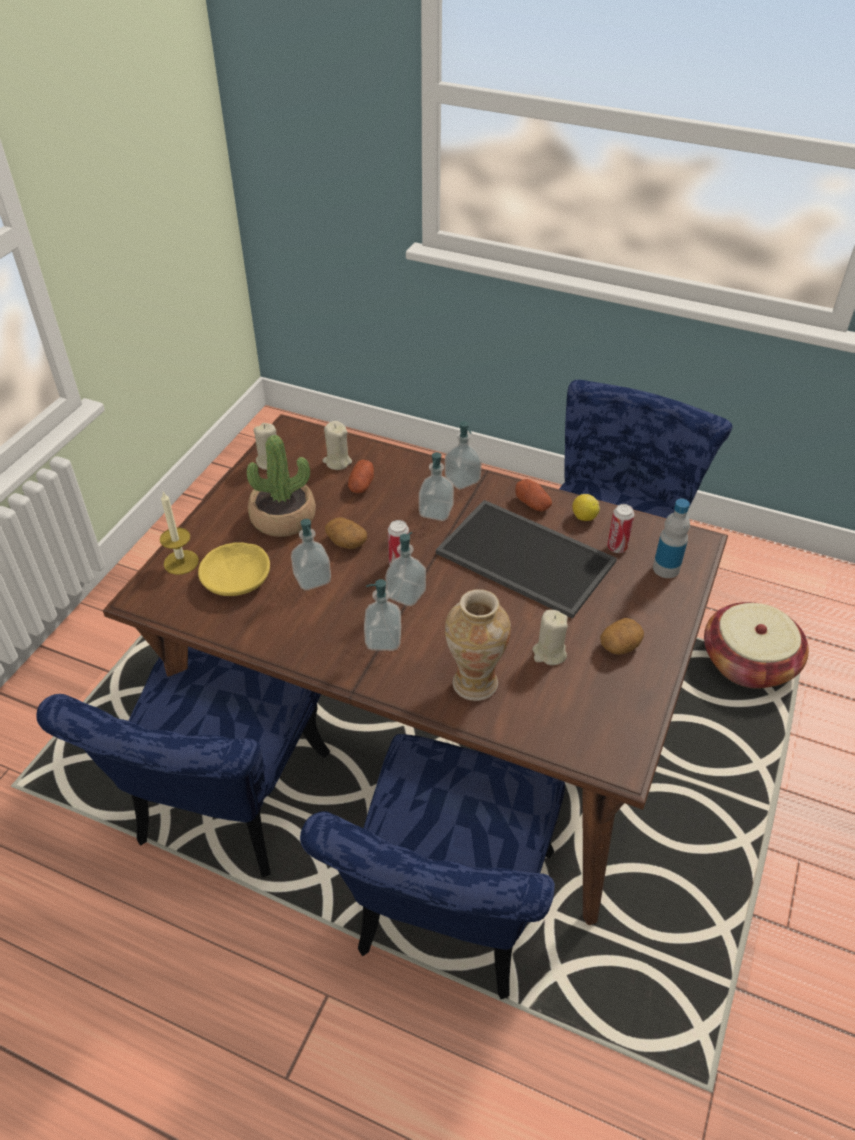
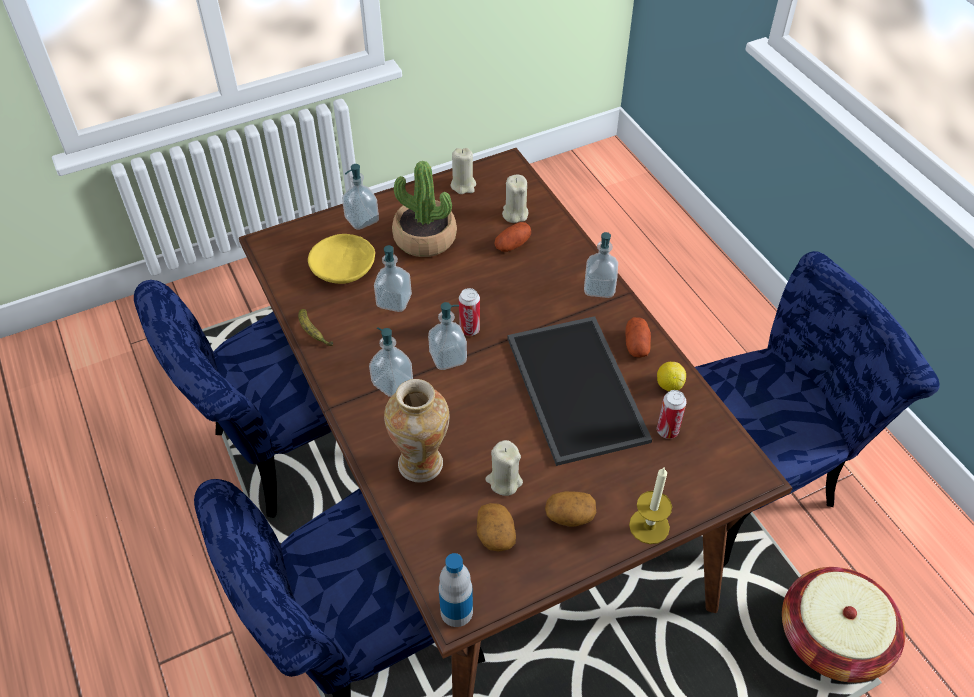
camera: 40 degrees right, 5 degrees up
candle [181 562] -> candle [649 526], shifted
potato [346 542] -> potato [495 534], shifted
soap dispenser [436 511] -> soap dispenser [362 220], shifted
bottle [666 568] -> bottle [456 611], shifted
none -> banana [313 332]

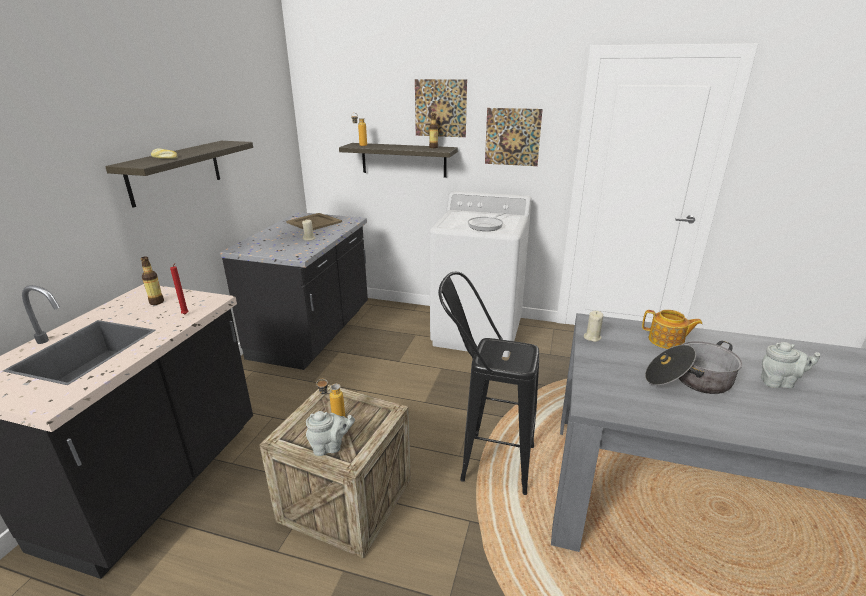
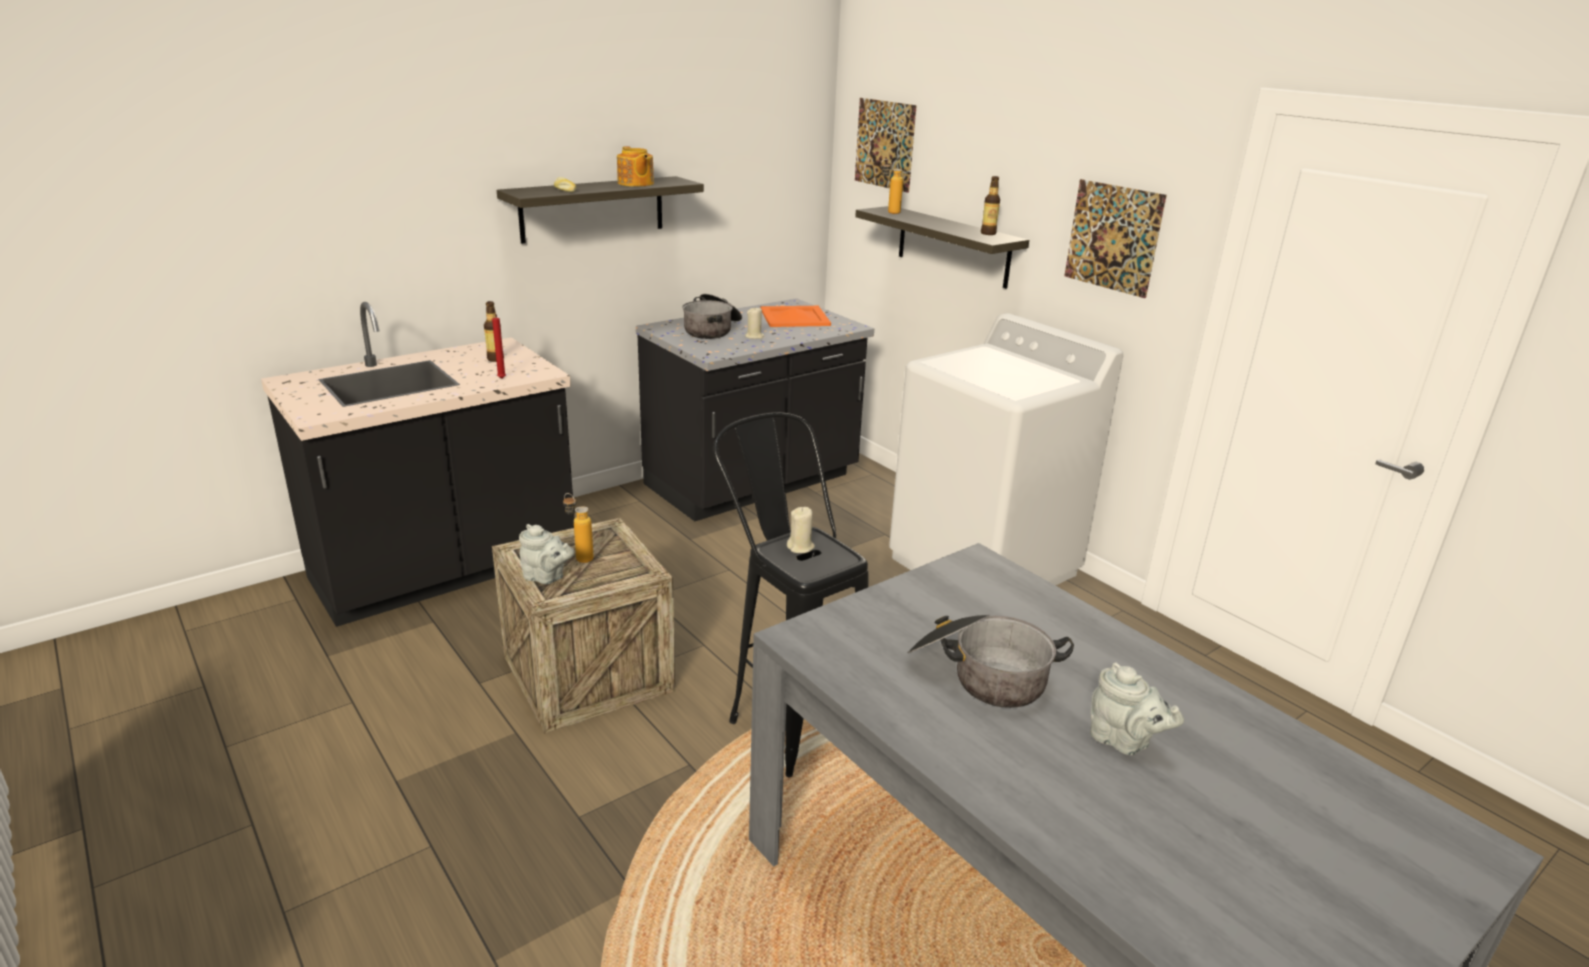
camera: 35 degrees right, 0 degrees up
tray in beige [313 222] -> tray in orange [794 317]
picture [440 108] -> picture [884 144], shifted
frying pan [486 226] -> none
candle in beige [592 337] -> candle in beige [800 547], shifted
teapot [667 341] -> teapot [635 183], shifted
none -> cooking pot [712 329]

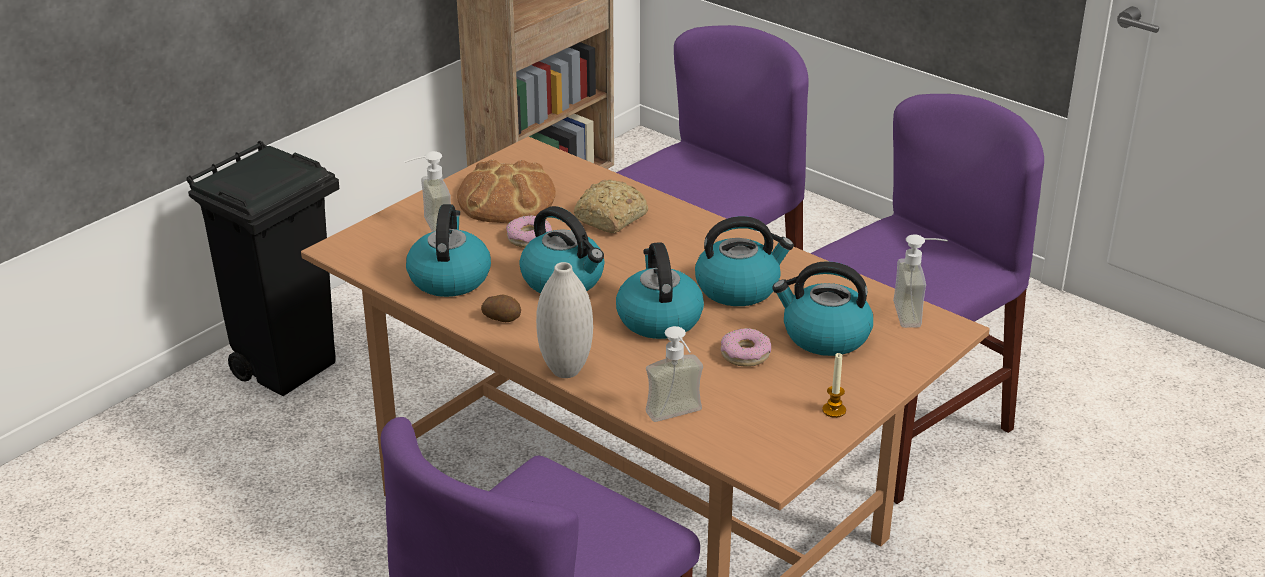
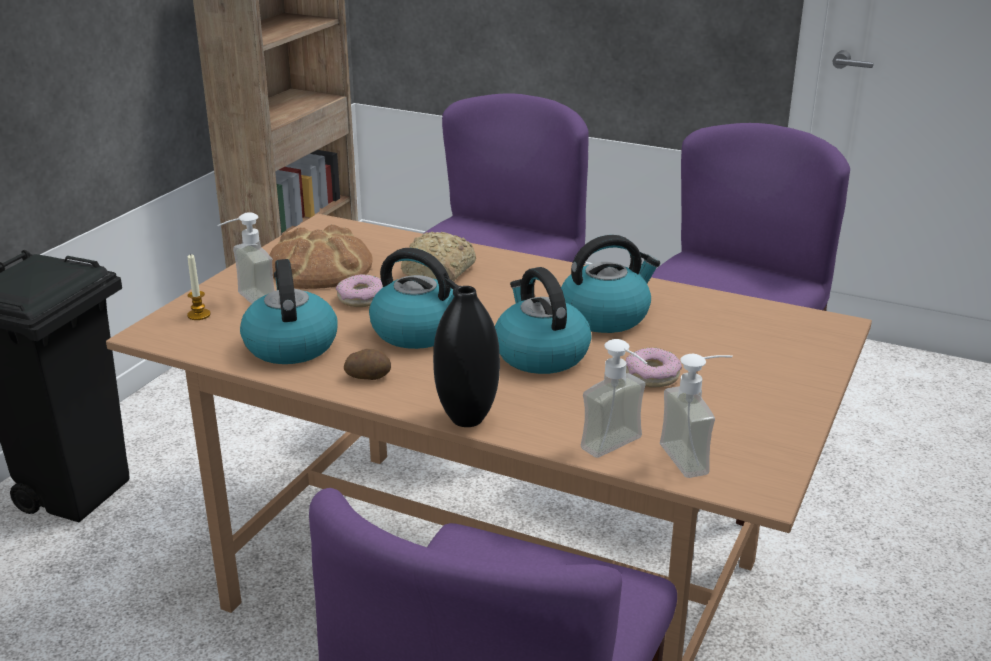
camera: 15 degrees left, 5 degrees down
vase in white [566 370] -> vase in black [467 419]
kettle [824 336] -> none
candle [834 410] -> candle [199 315], shifted
soap dispenser [917 314] -> soap dispenser [696 457], shifted

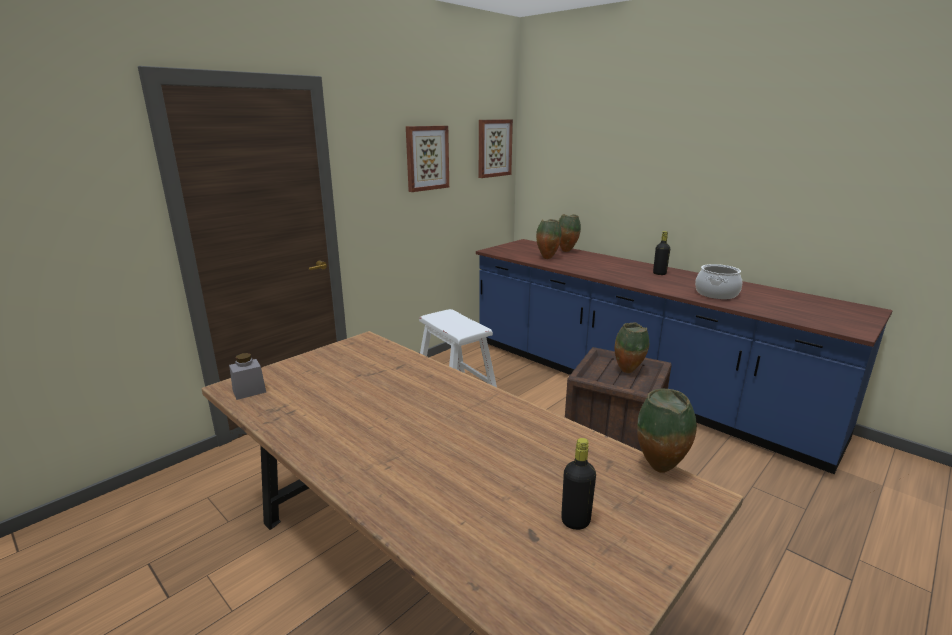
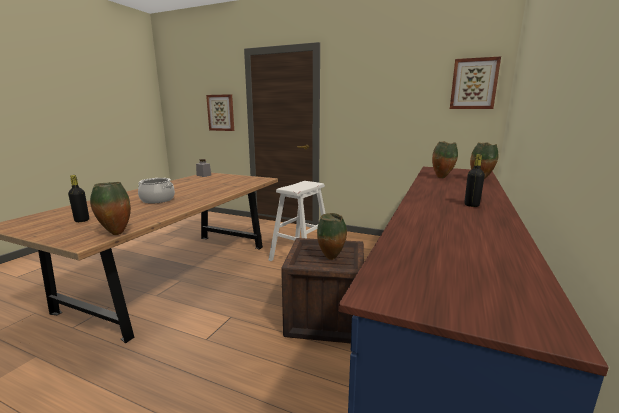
camera: 70 degrees right, 5 degrees down
picture [426 158] -> picture [221 112], shifted
cooking pot [716 294] -> cooking pot [157 200], shifted

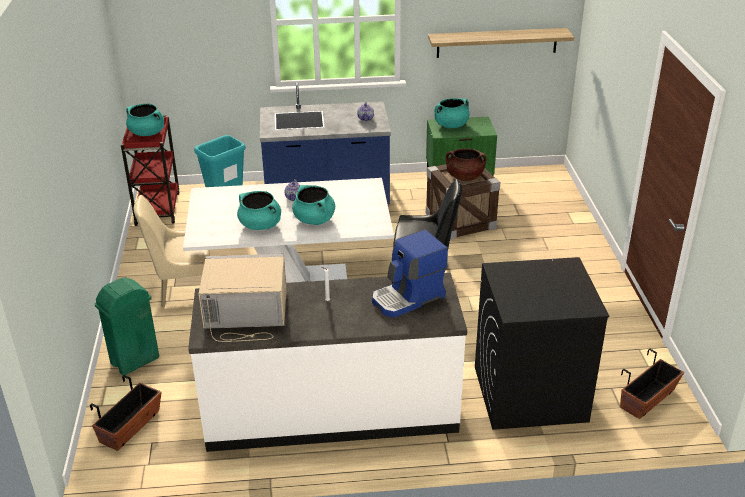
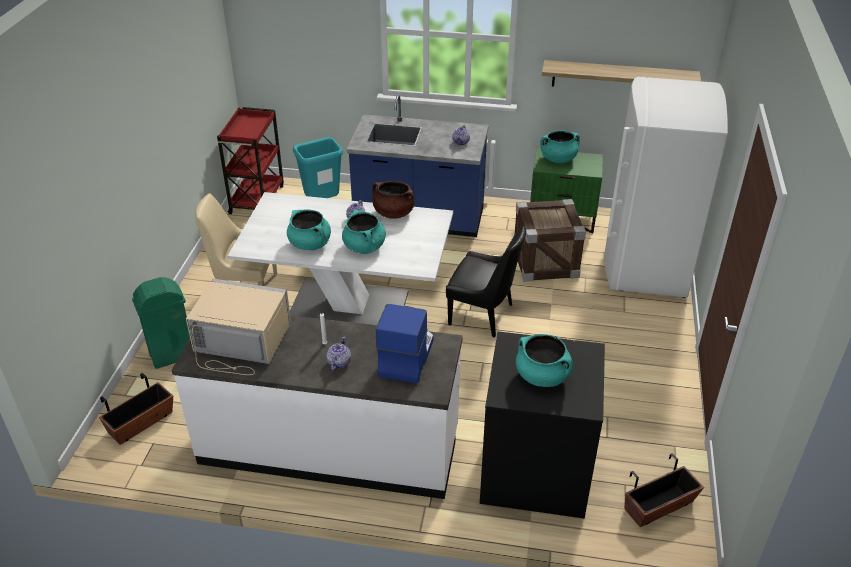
camera: 15 degrees right, 5 degrees up
cooking pot in turquoise [147 133] -> cooking pot in turquoise [542 376], shifted
coffee machine [408 298] -> coffee machine [405 357], 120 degrees clockwise
cooking pot in brown [464 177] -> cooking pot in brown [393 213], shifted
none -> teapot [338 362]
none -> fridge in white [645 266]

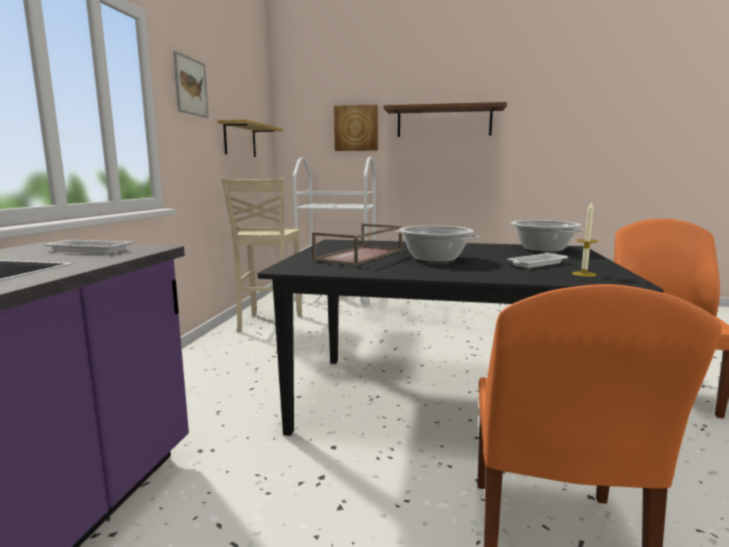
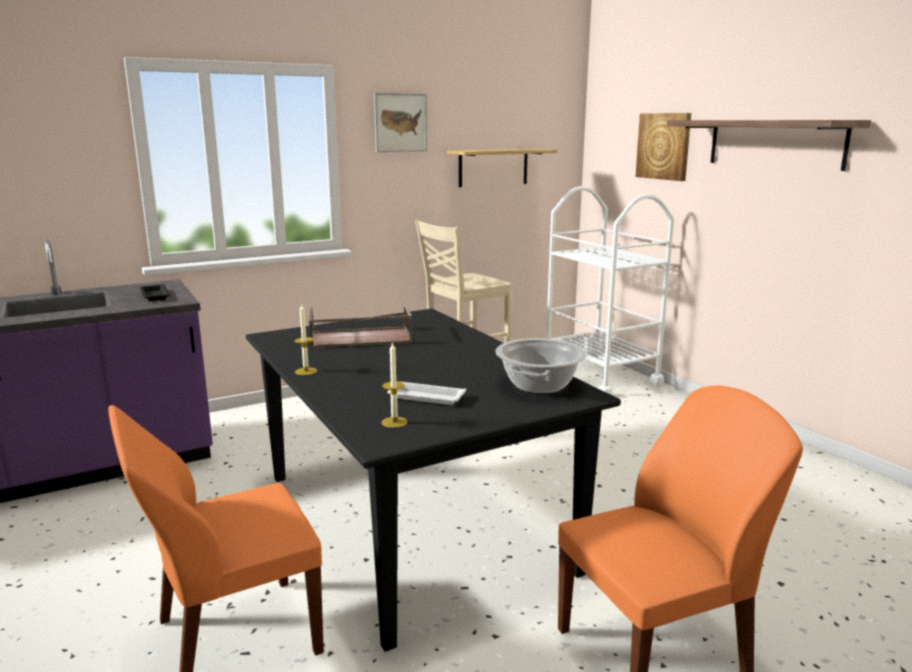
camera: 50 degrees right, 5 degrees up
tray in white [89 250] -> tray in black [155 295]
cooking pot [434 258] -> none
none -> candle [306 371]

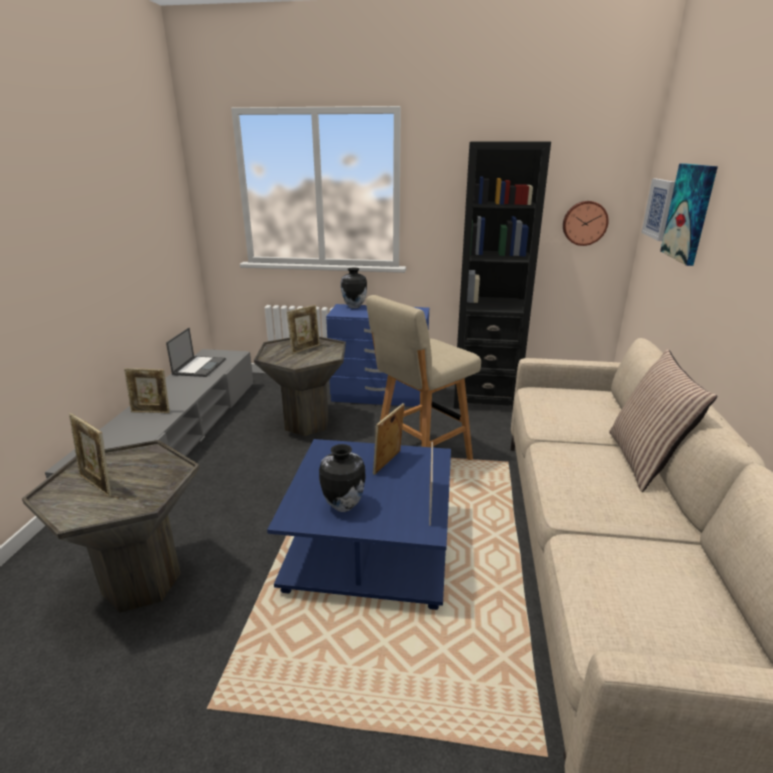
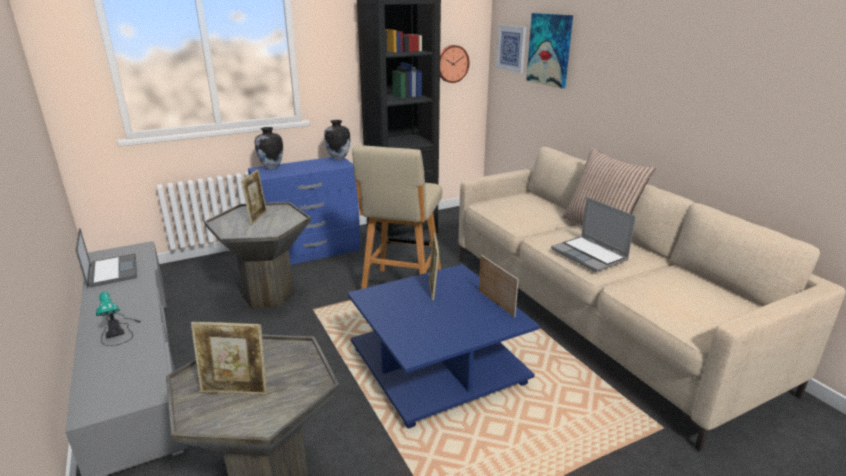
camera: 35 degrees left, 0 degrees up
picture frame [151 411] -> table lamp [118 329]
vase [343 506] -> vase [338 158], shifted
none -> laptop [590 255]

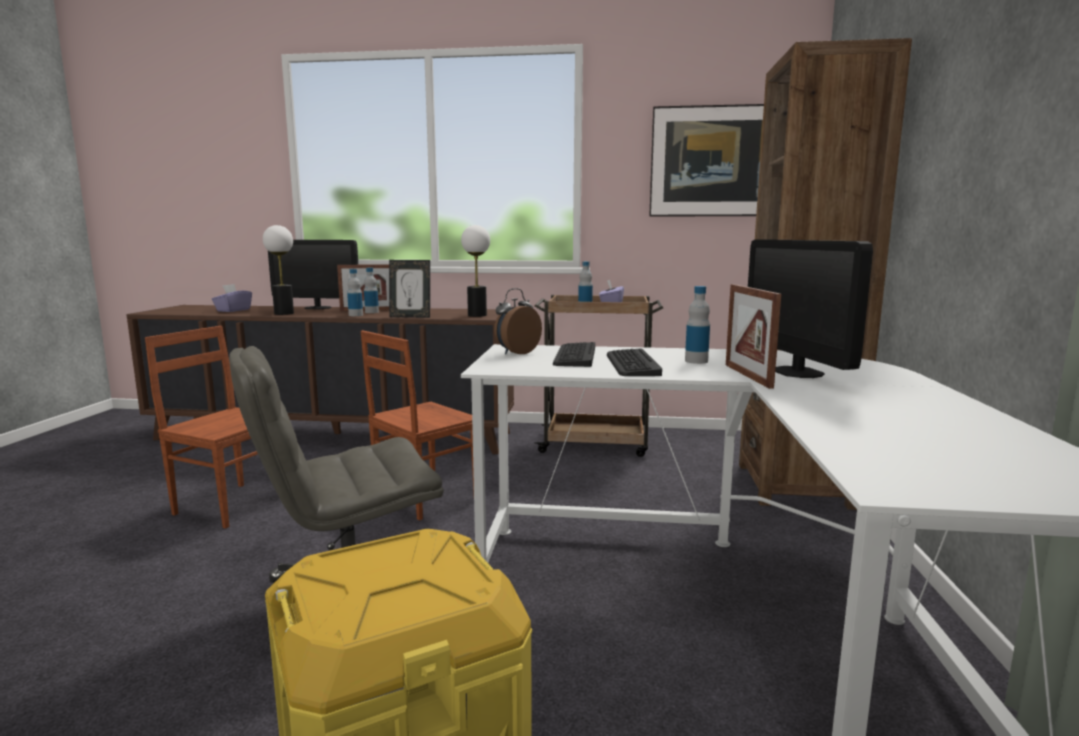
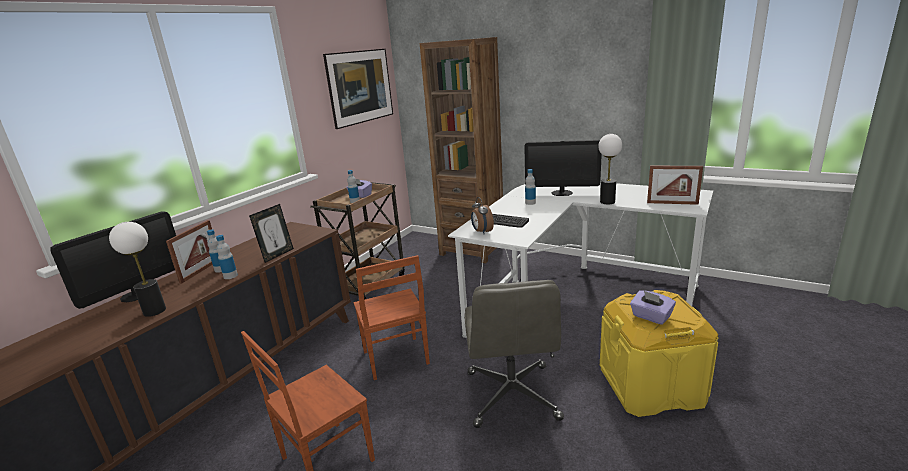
camera: 65 degrees left, 10 degrees up
tissue box in purple [233 310] -> tissue box in purple [651 317], shifted
table lamp [477 315] -> table lamp [607 202], shifted
keyboard [631 364] -> none
picture frame [747 375] -> picture frame [672 203], shifted

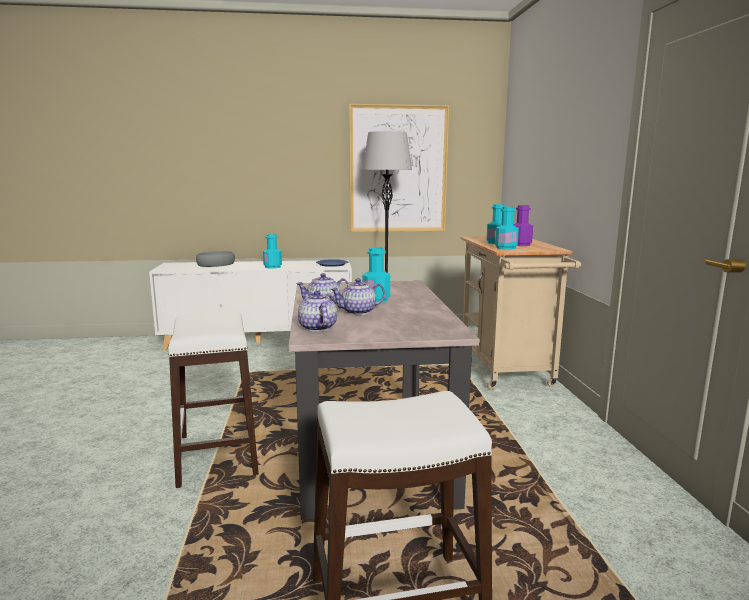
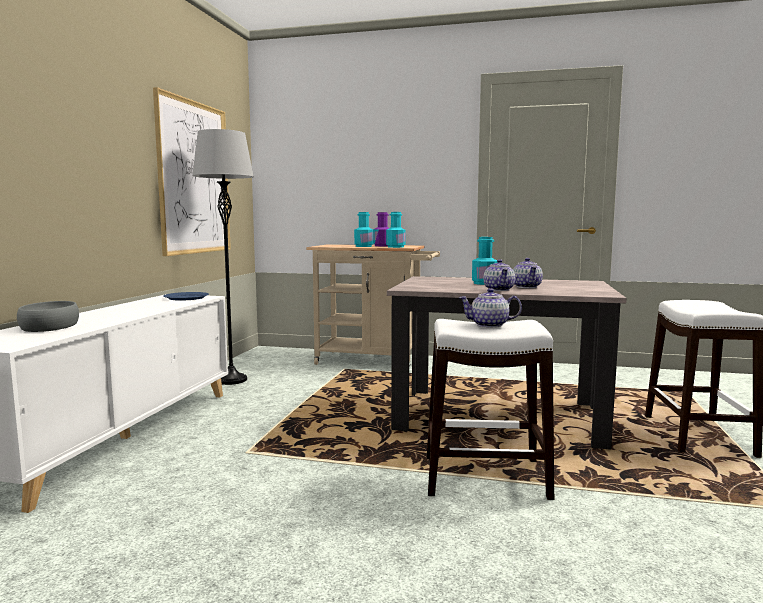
camera: 70 degrees left, 5 degrees down
bottle in turquoise [272 267] -> none
teapot [317 328] -> teapot [490 325], shifted

